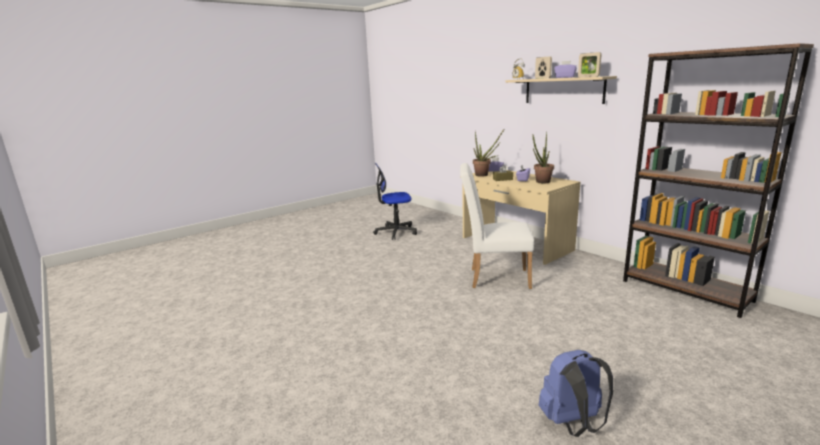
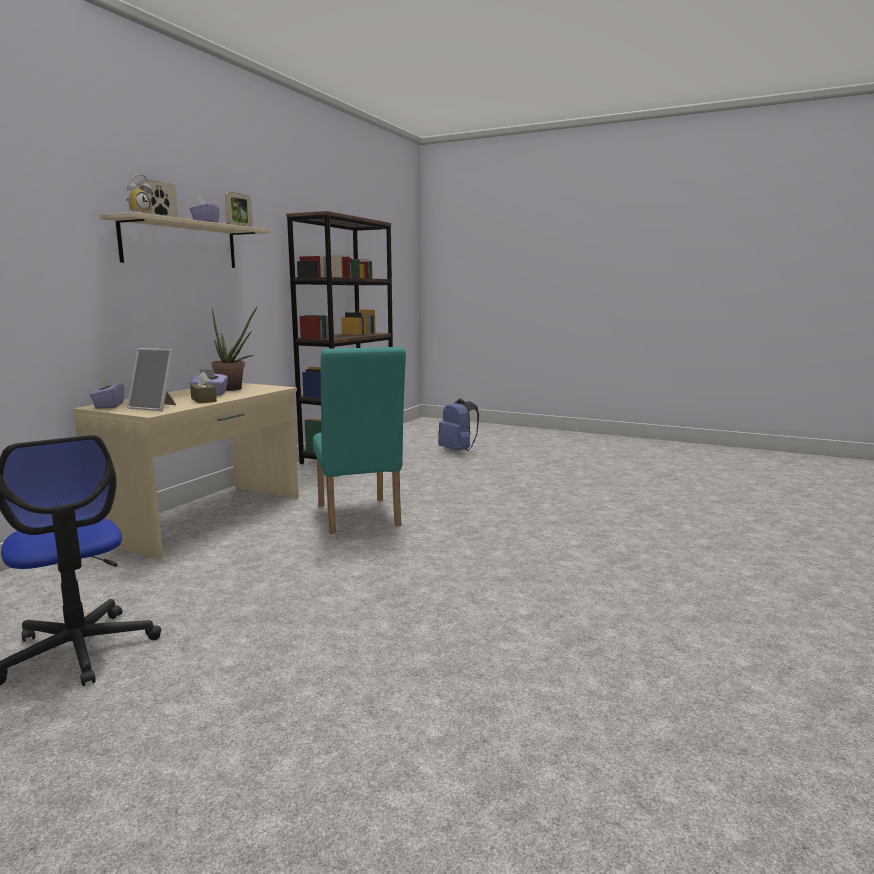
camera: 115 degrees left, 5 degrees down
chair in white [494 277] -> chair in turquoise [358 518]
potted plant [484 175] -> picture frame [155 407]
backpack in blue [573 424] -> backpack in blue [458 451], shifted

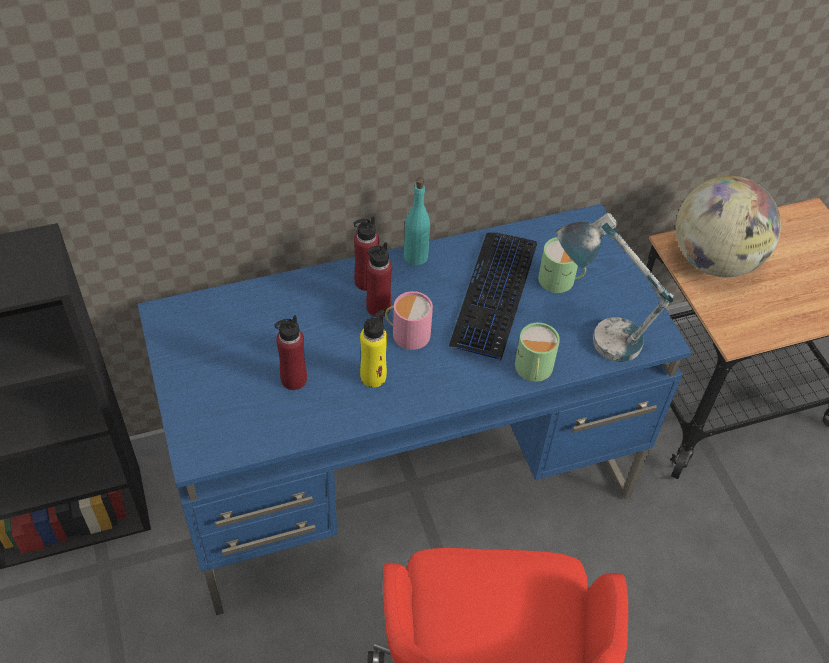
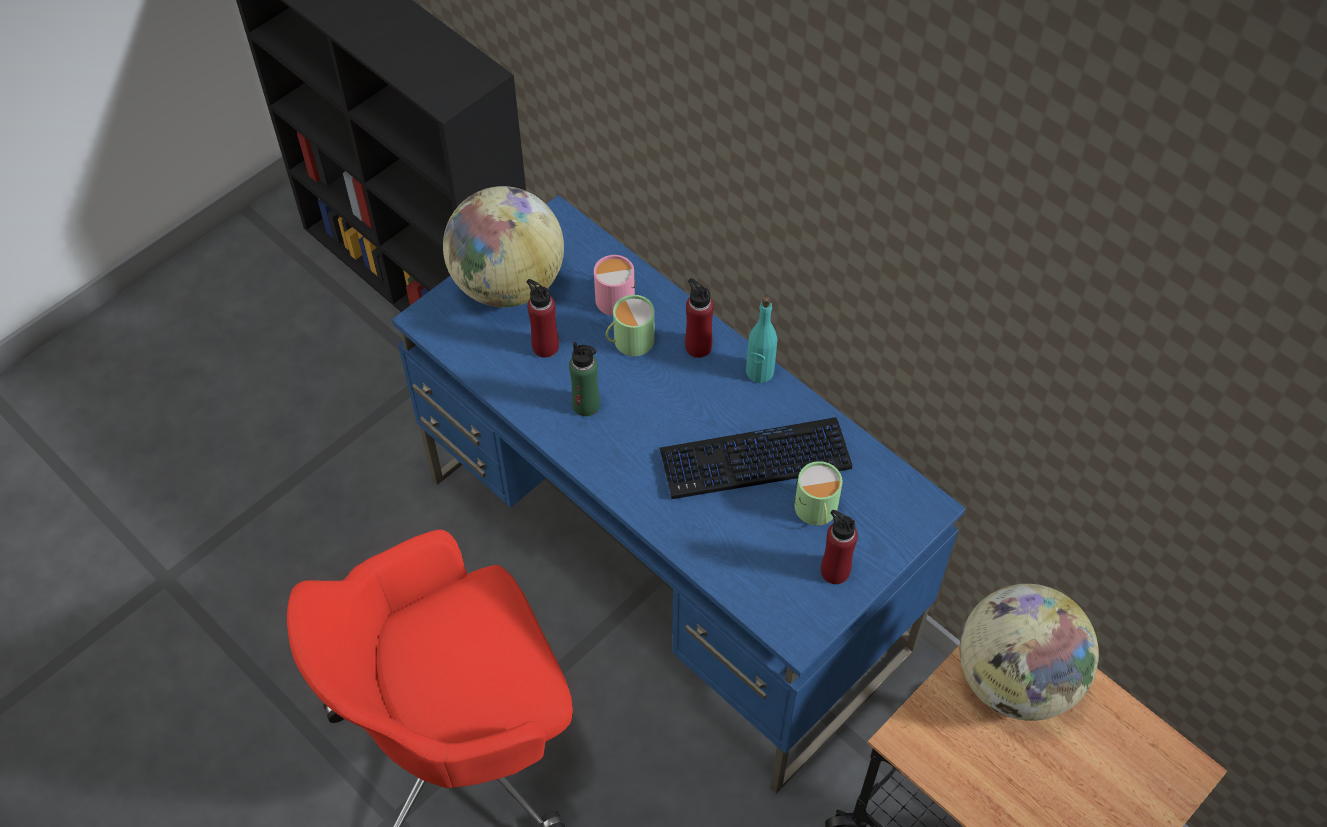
camera: 65 degrees right, 5 degrees up
bottle in yellow [373 377] -> bottle in green [586 405]
bottle in red [378 308] -> bottle in red [835 571], shifted
mug in pink [407 333] -> mug in pink [614 296], shifted
mug in green [533 369] -> mug in green [629 340], shifted
table lamp [595 335] -> none
none -> globe [508 284]

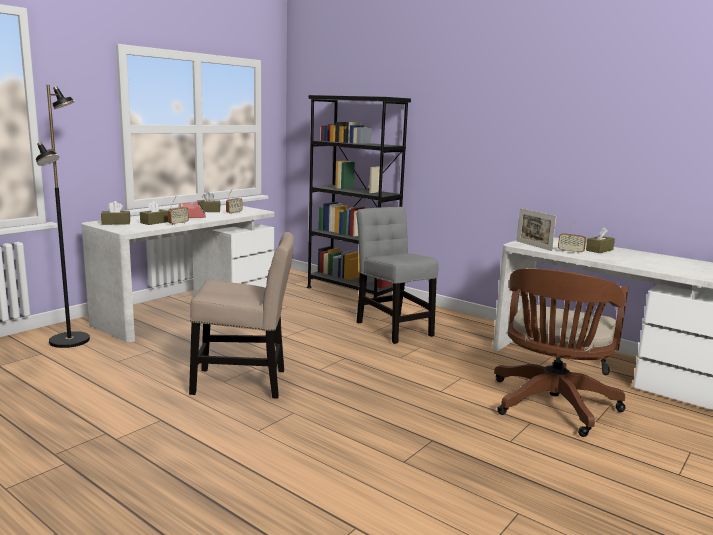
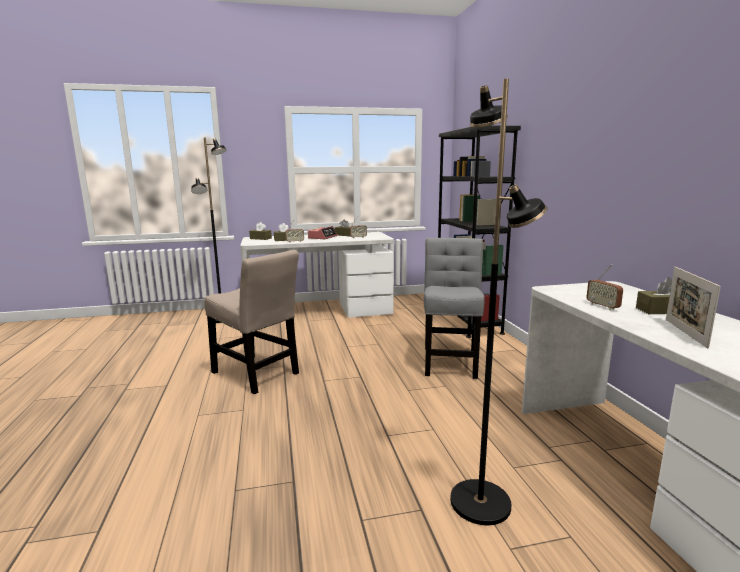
camera: 40 degrees right, 0 degrees up
office chair in brown [551 406] -> floor lamp in black [481 502]
picture frame [533 246] -> picture frame [685 332], shifted

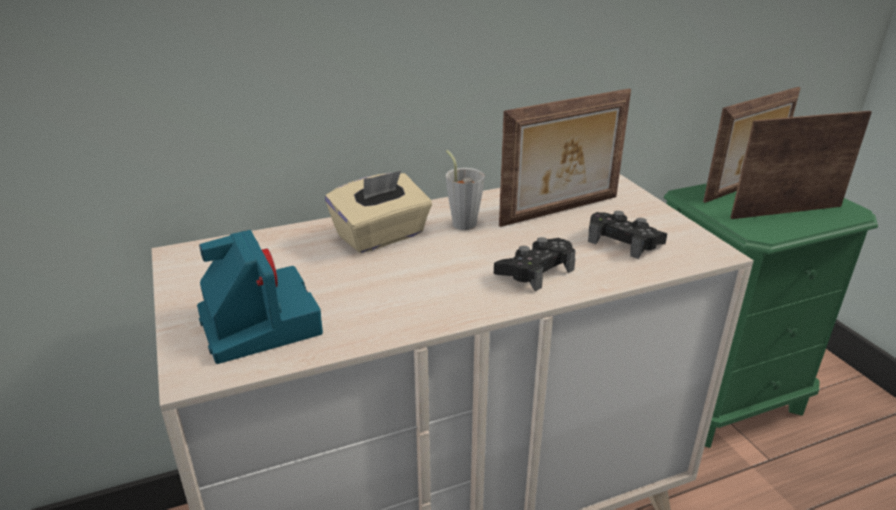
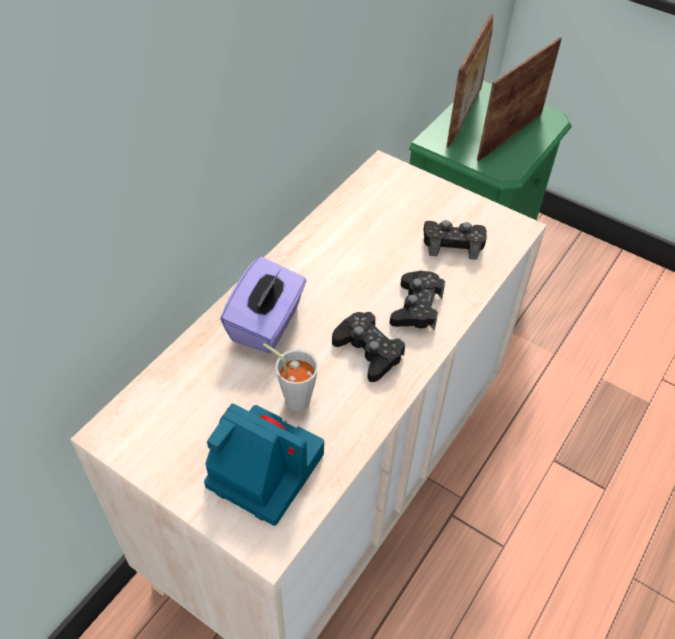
camera: 35 degrees left, 20 degrees up
tissue box in beige [381 236] -> tissue box in purple [267 323]
cup in grey [462 221] -> cup in grey [292 396], shifted
picture frame [561 211] -> none
none -> game controller in black [368 351]

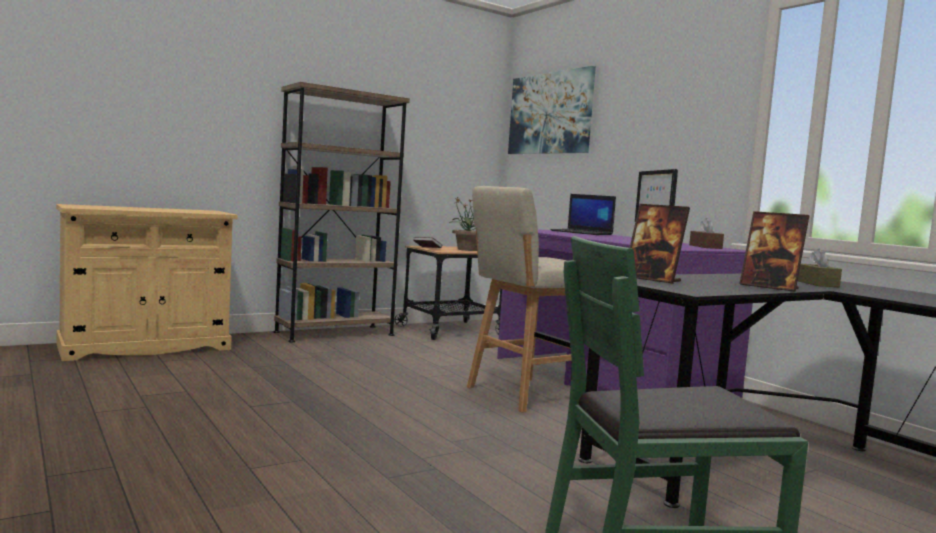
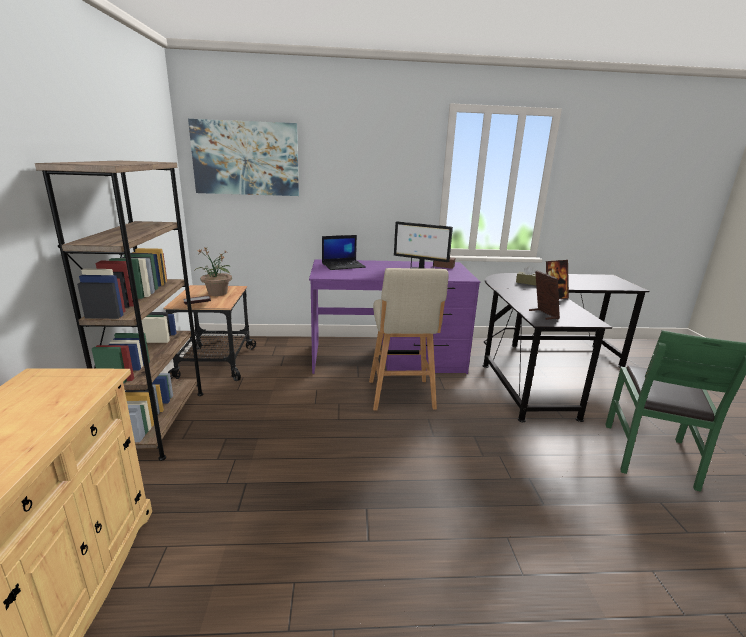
camera: 60 degrees left, 15 degrees up
picture frame [652 279] -> picture frame [543 314], 90 degrees counterclockwise

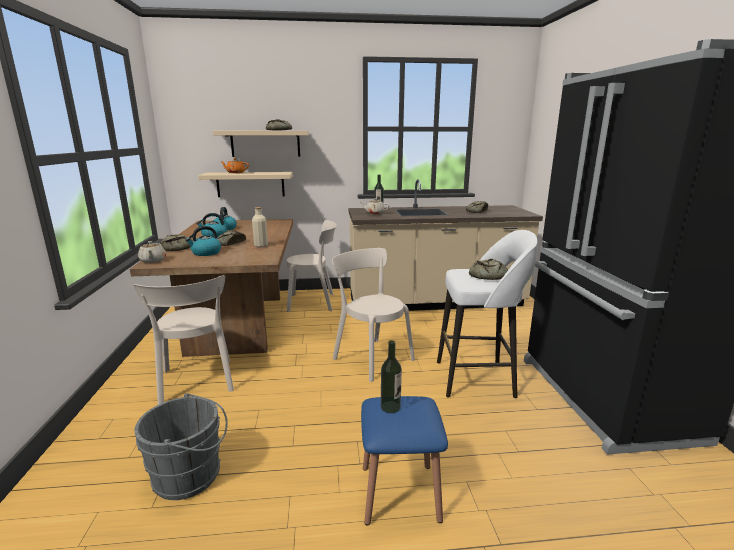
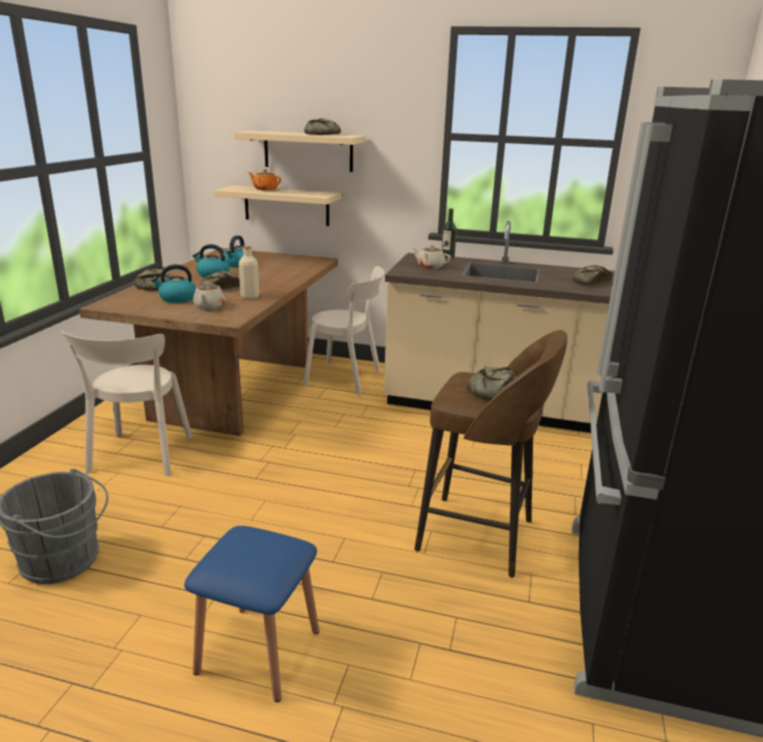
camera: 20 degrees right, 5 degrees up
teapot in beige [153 260] -> teapot in beige [209 306], shifted
chair in beige [371 357] -> none
bottle [390 407] -> none
stool in white [477 379] -> stool in brown [479 536]

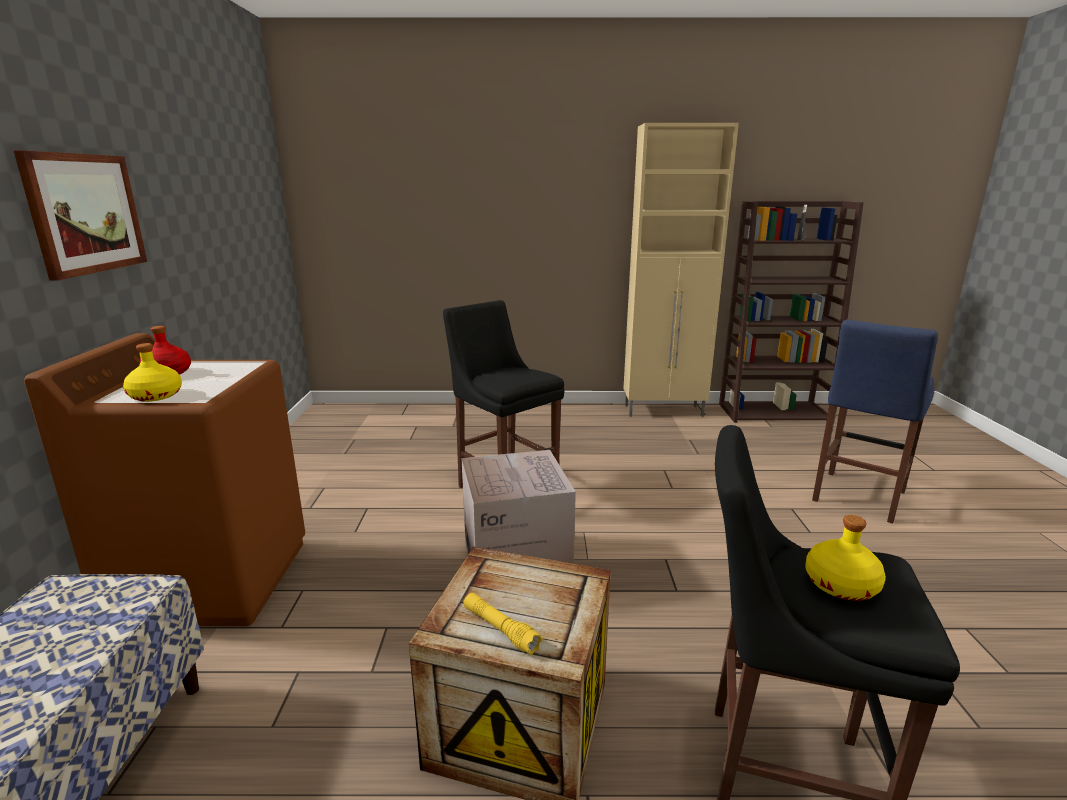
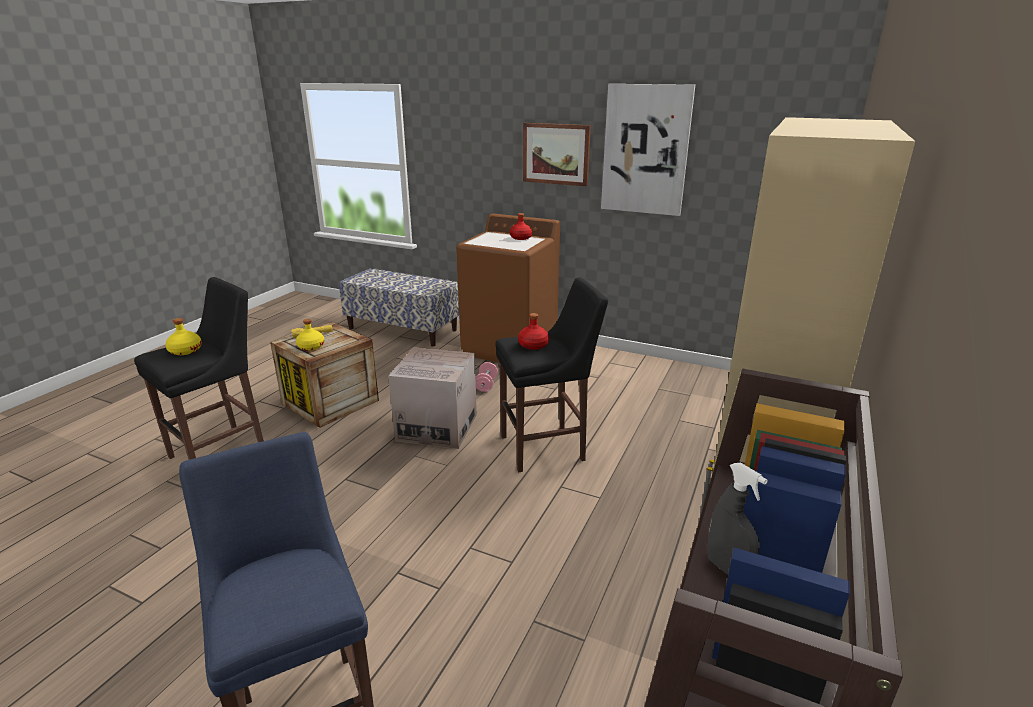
camera: 115 degrees right, 5 degrees up
bottle in yellow [155 396] -> bottle in yellow [311 346], shifted
none -> dumbbell in pink [486 385]
none -> bottle in red [533 345]
none -> picture [645 150]

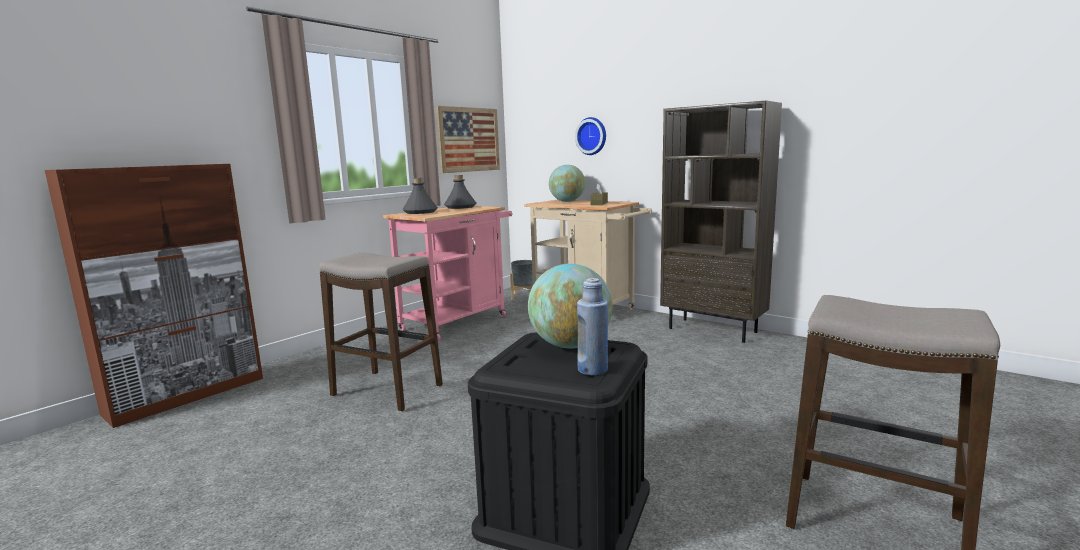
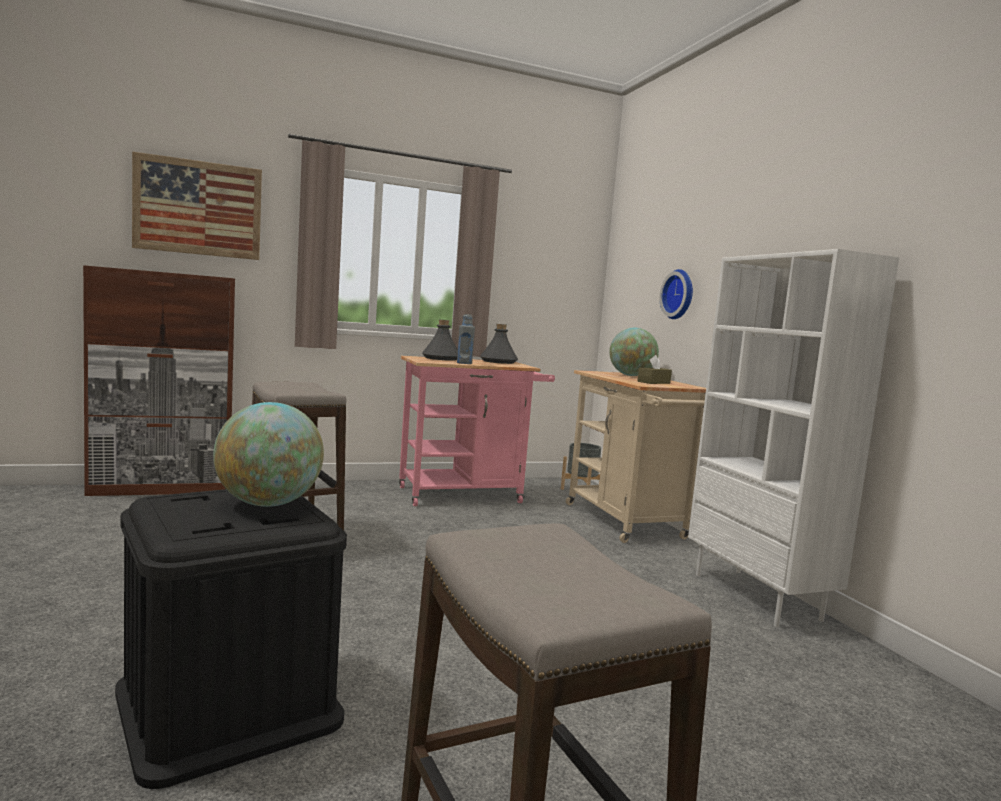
camera: 30 degrees right, 5 degrees down
picture [469 139] -> picture [198 208], shifted
bottle in blue [592 369] -> none
bookcase in brown [713 330] -> bookcase in white [757 596]
none -> bottle in grey [464 363]

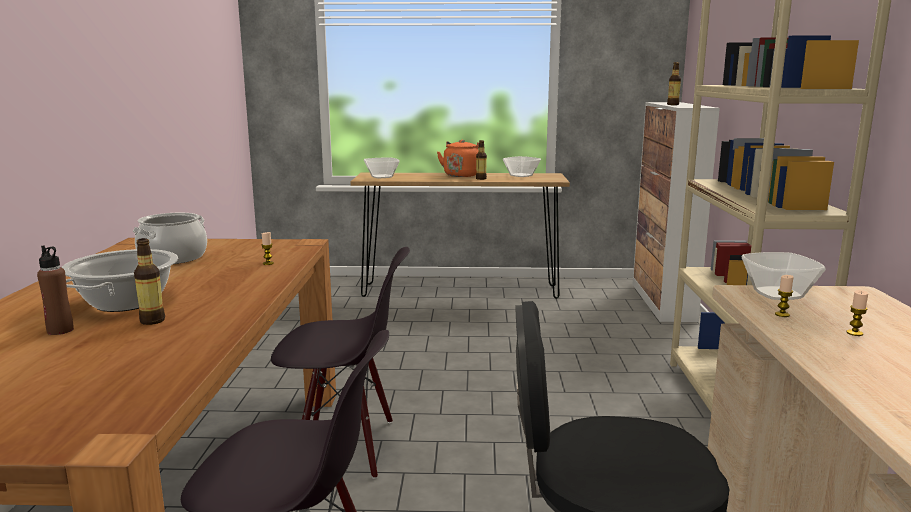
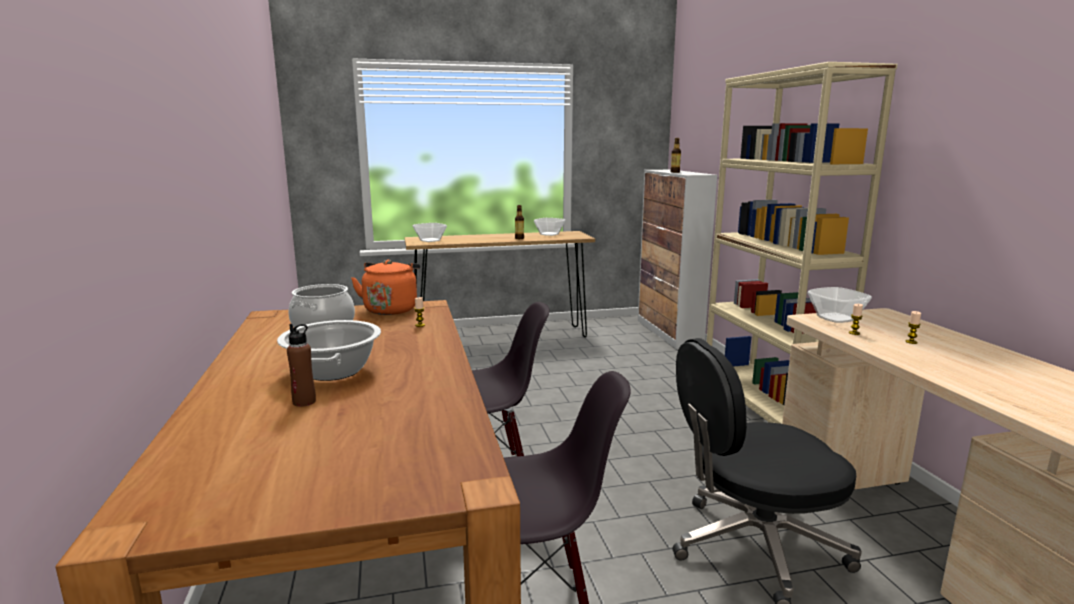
camera: 15 degrees left, 0 degrees up
bottle [152 321] -> none
kettle in orange [462 175] -> kettle in orange [391 309], shifted

